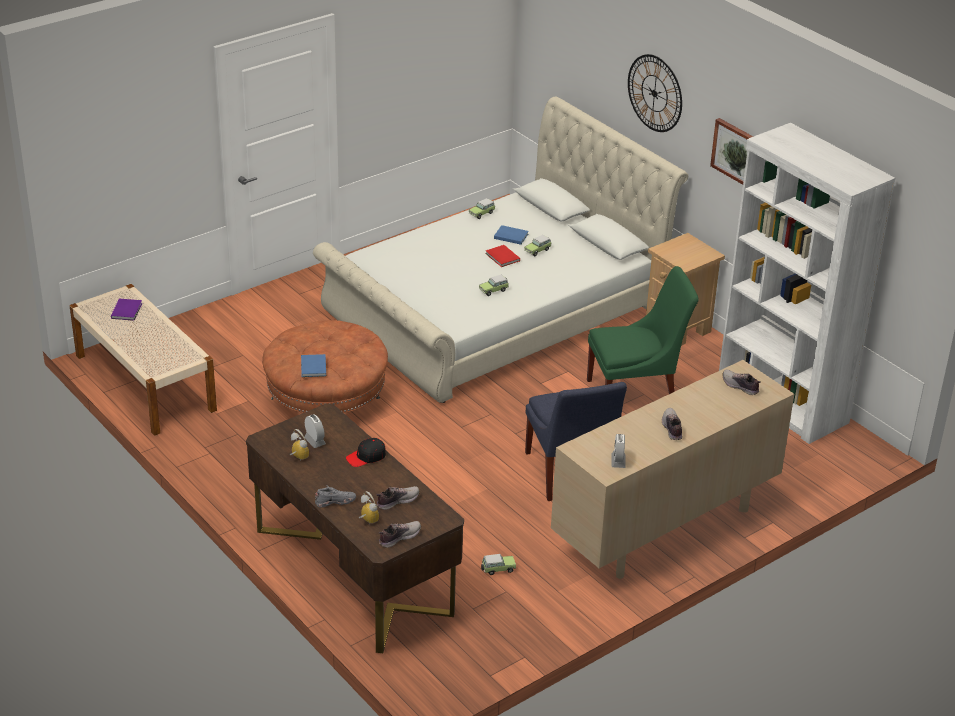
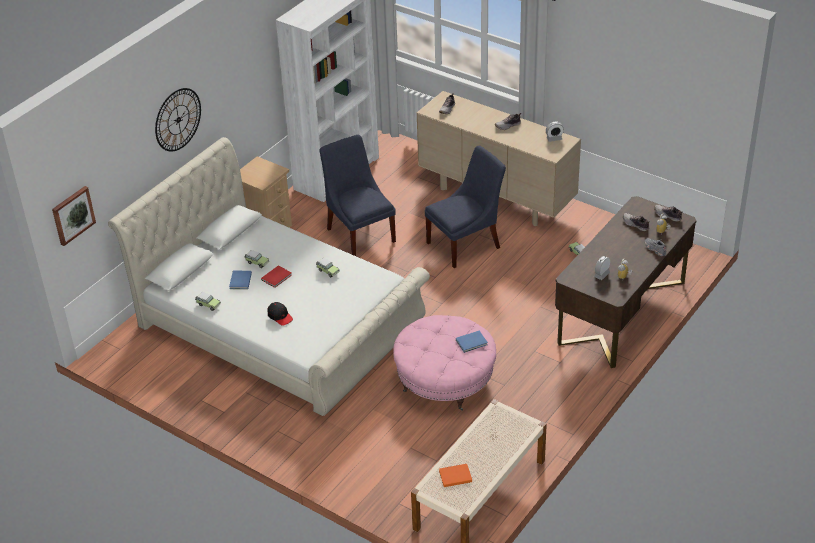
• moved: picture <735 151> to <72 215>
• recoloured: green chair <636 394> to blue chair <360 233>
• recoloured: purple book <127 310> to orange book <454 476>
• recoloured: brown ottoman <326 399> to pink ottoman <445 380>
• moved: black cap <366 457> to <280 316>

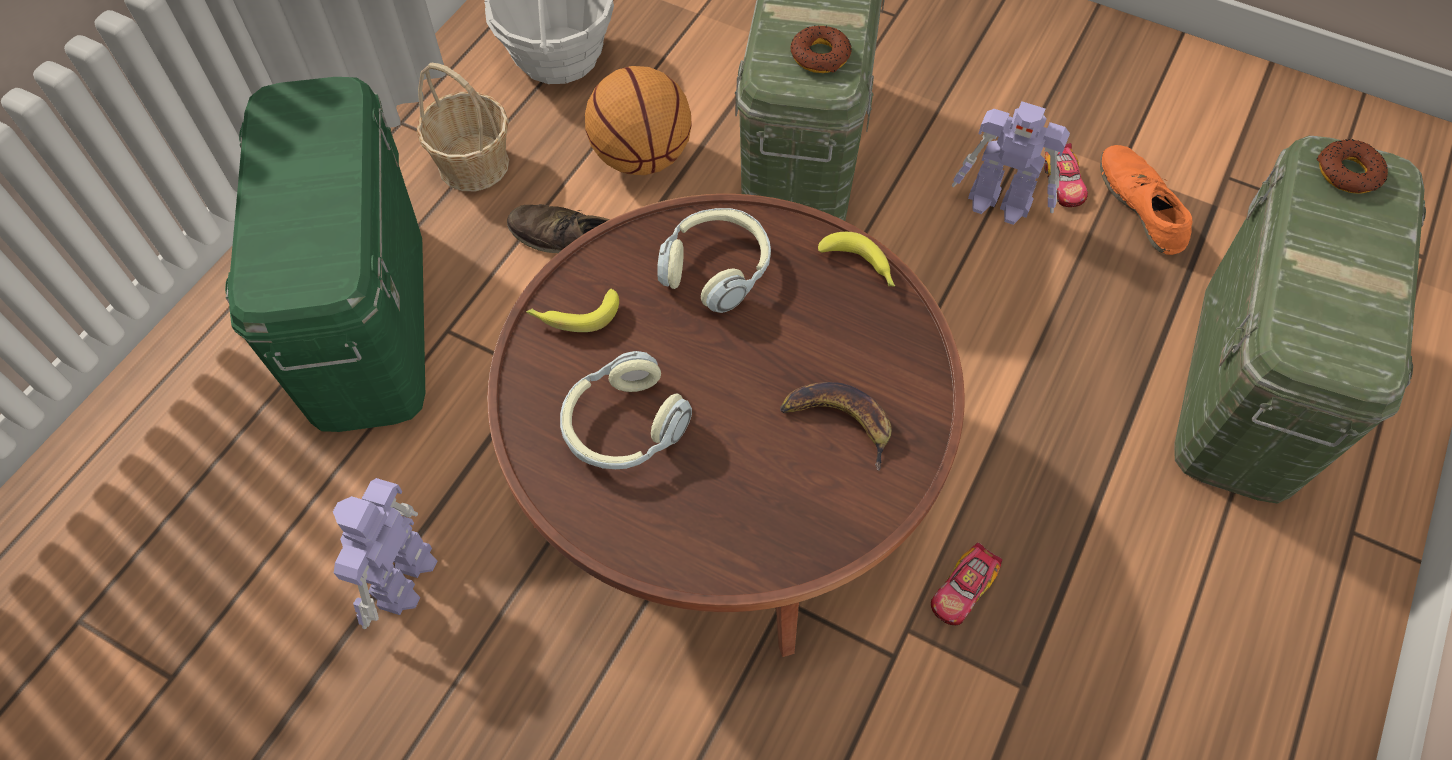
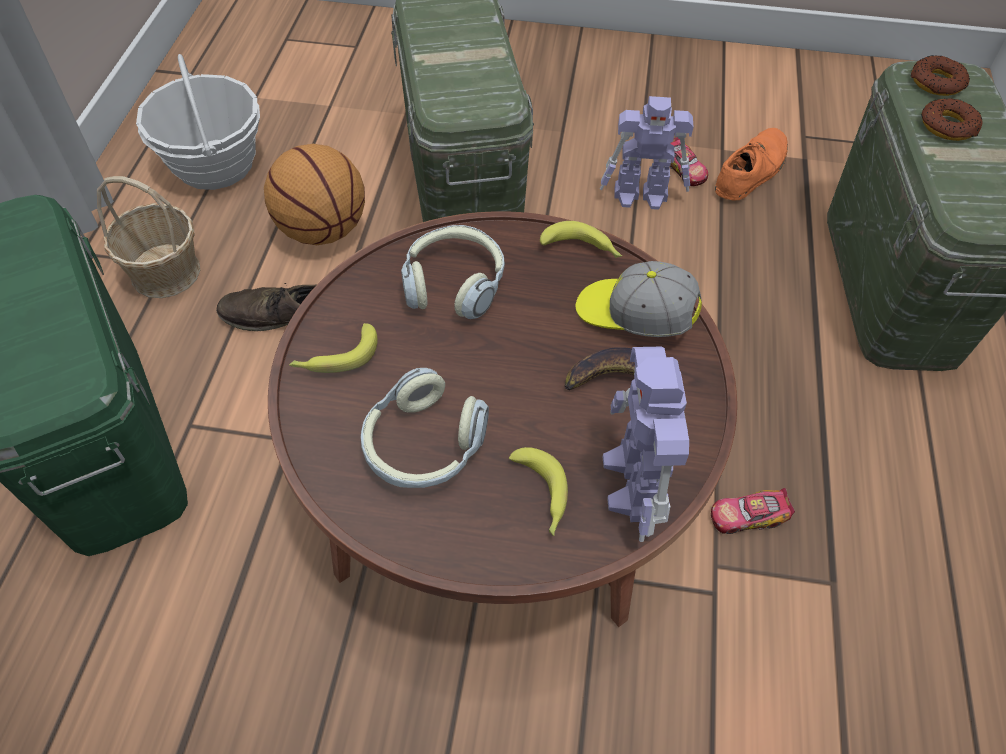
• moved: donut <820 56> to <948 126>
• turned: orange shoe <1141 205> = <750 171> 75 degrees clockwise
• moved: toy robot <402 579> to <635 485>
• turned: toy car <962 590> = <747 516> 60 degrees clockwise
• added: cap <634 316>
• added: banana <541 496>

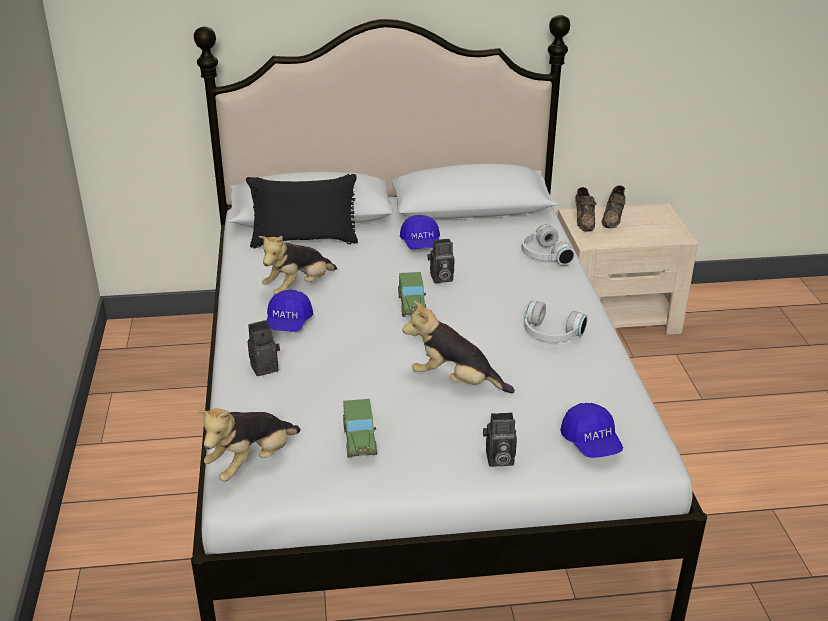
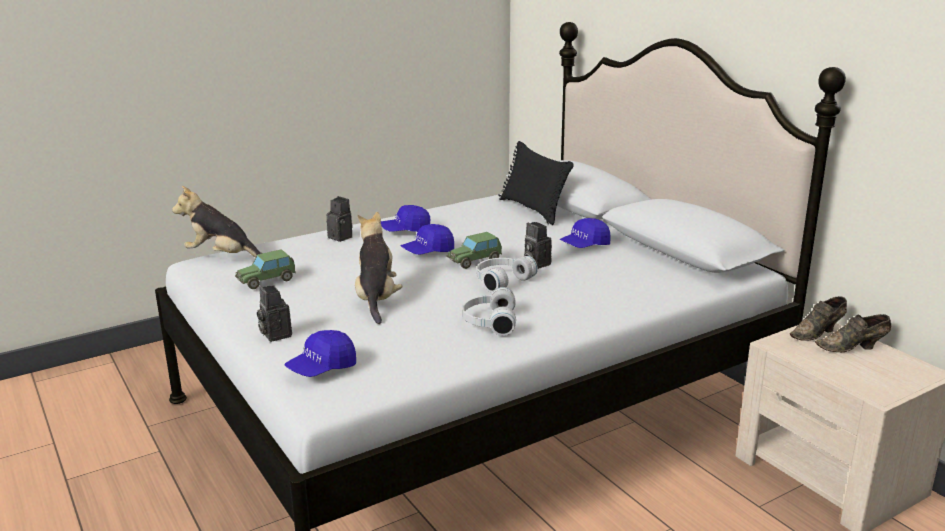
• moved: white headphones <543 255> to <501 281>
• removed: plush toy <298 287>
• added: blue cap <428 252>

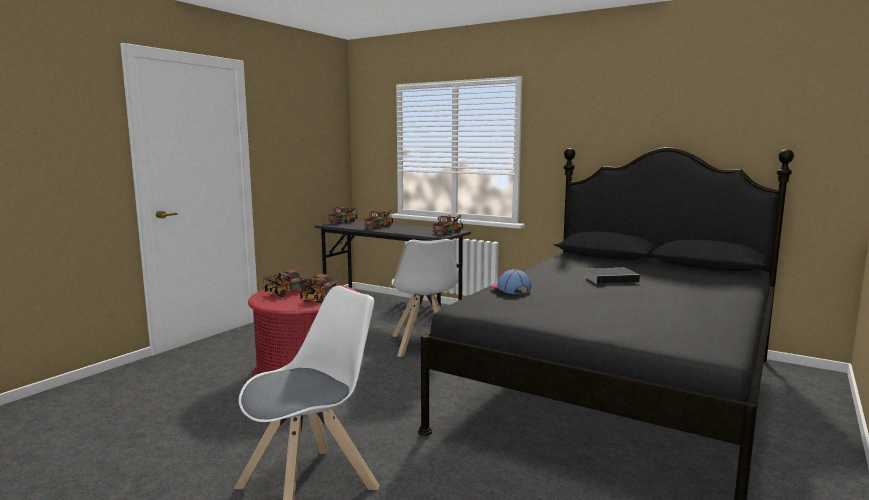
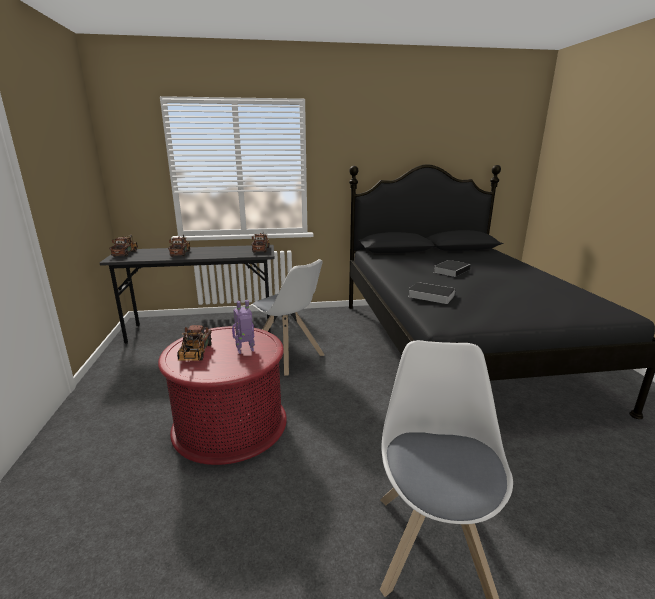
• replaced: cap <510 288> to book <429 295>
• replaced: toy truck <317 299> to toy robot <245 350>

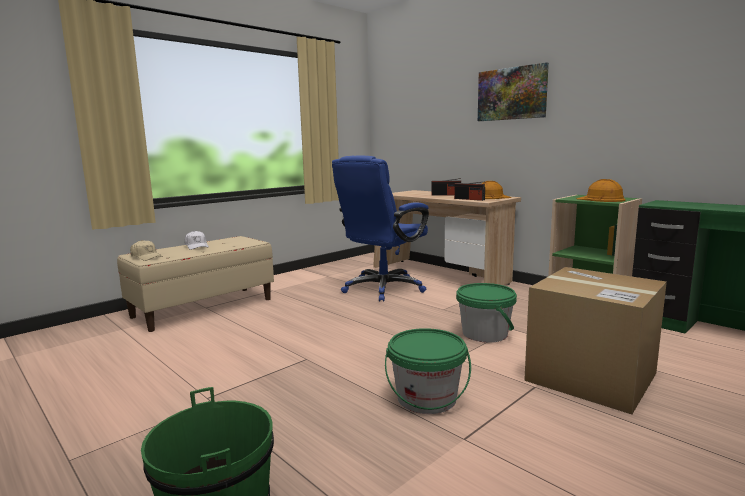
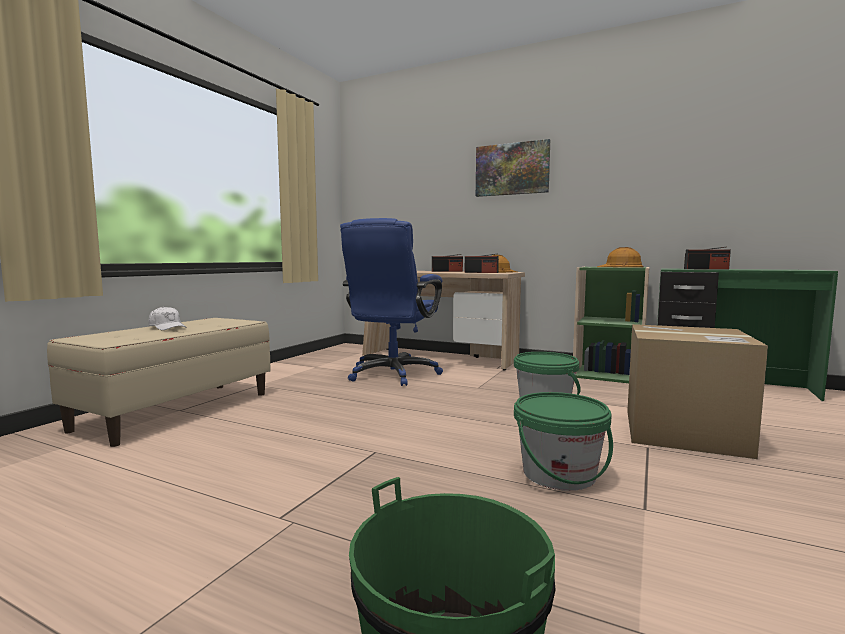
• removed: beige cap <146 257>
• added: radio <706 269>

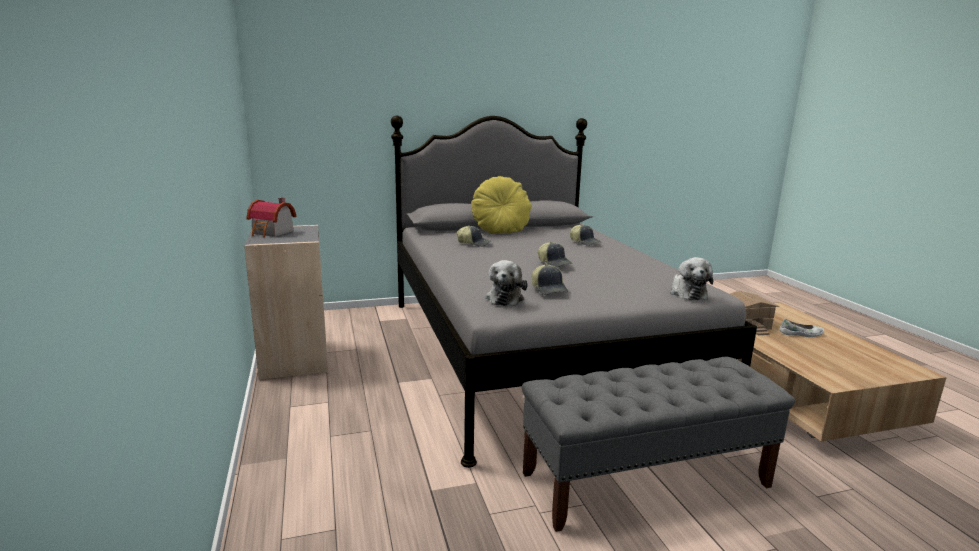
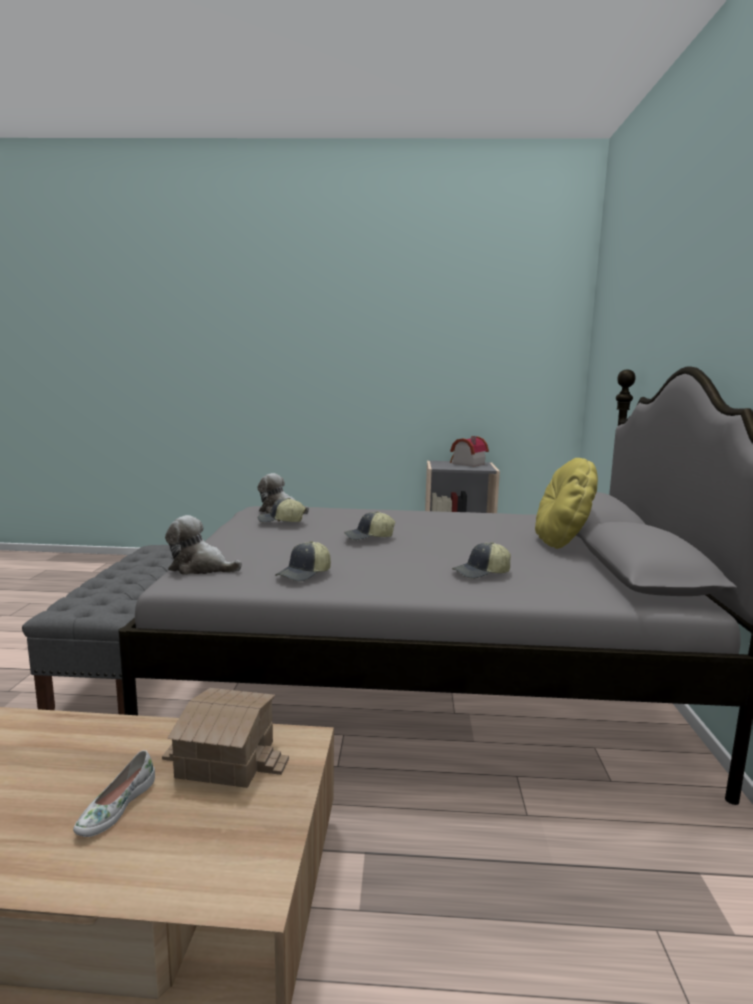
• moved: cap <474 243> to <305 574>

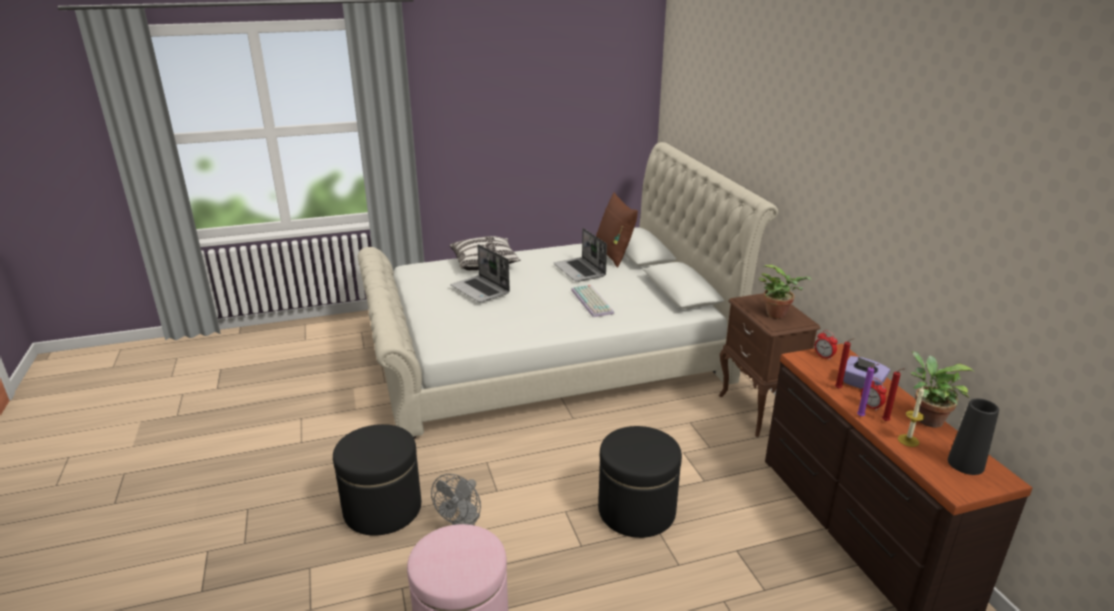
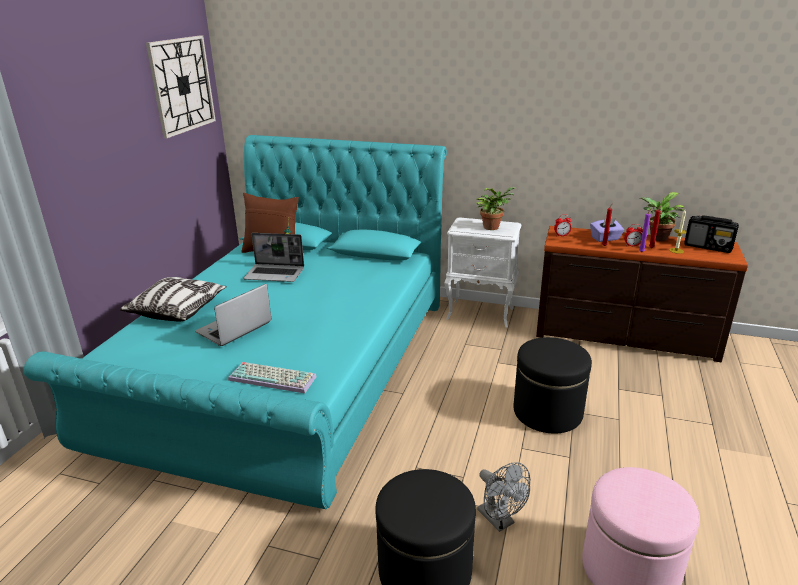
• recoloured: beige bed <548 350> to turquoise bed <287 364>
• turned: laptop <481 290> = <234 329> 135 degrees clockwise
• moved: keyboard <593 302> to <274 377>
• recoloured: brown nightstand <758 411> to white nightstand <480 313>
• replaced: black vase <965 464> to radio <708 247>
• added: wall clock <182 85>

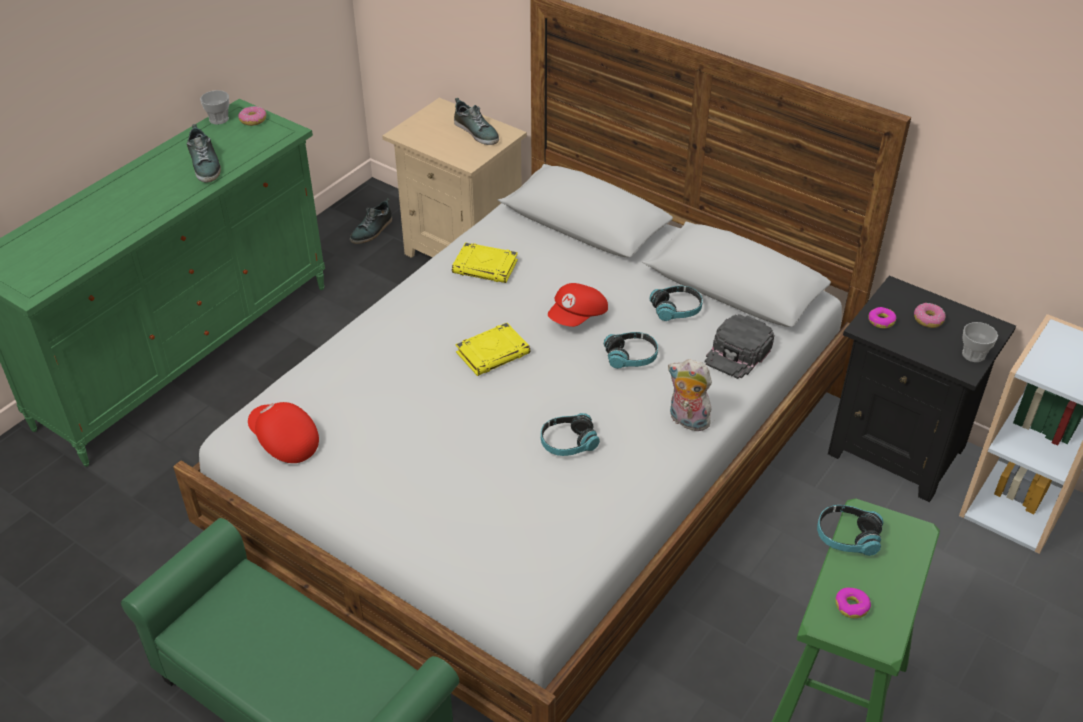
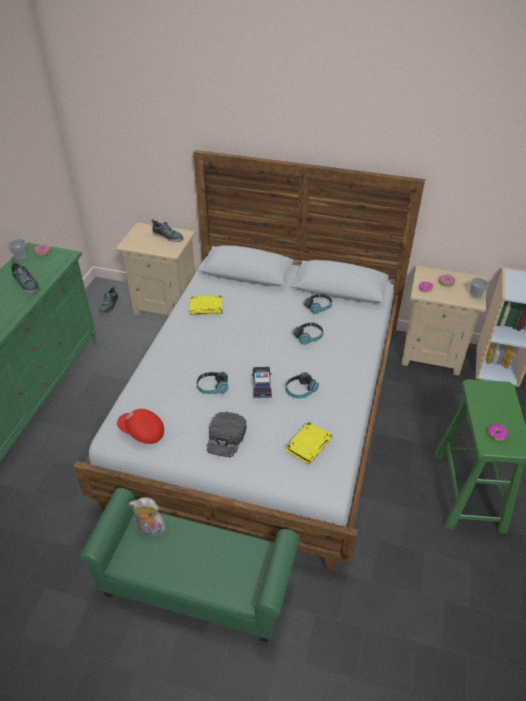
• recoloured: black nightstand <896 453> to beige nightstand <432 355>
• removed: red cap <578 317>
• moved: black cap <738 352> to <226 437>
• moved: yellow book <493 353> to <308 444>
• moved: plush toy <686 421> to <150 529>
• moved: headphones <847 537> to <212 387>
• added: toy car <261 385>

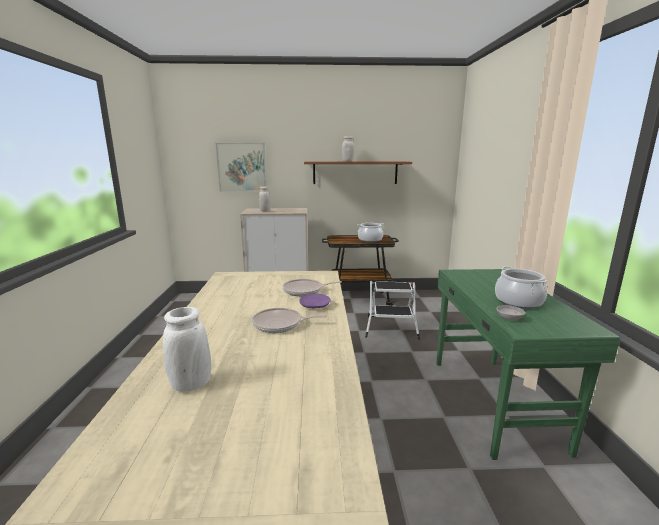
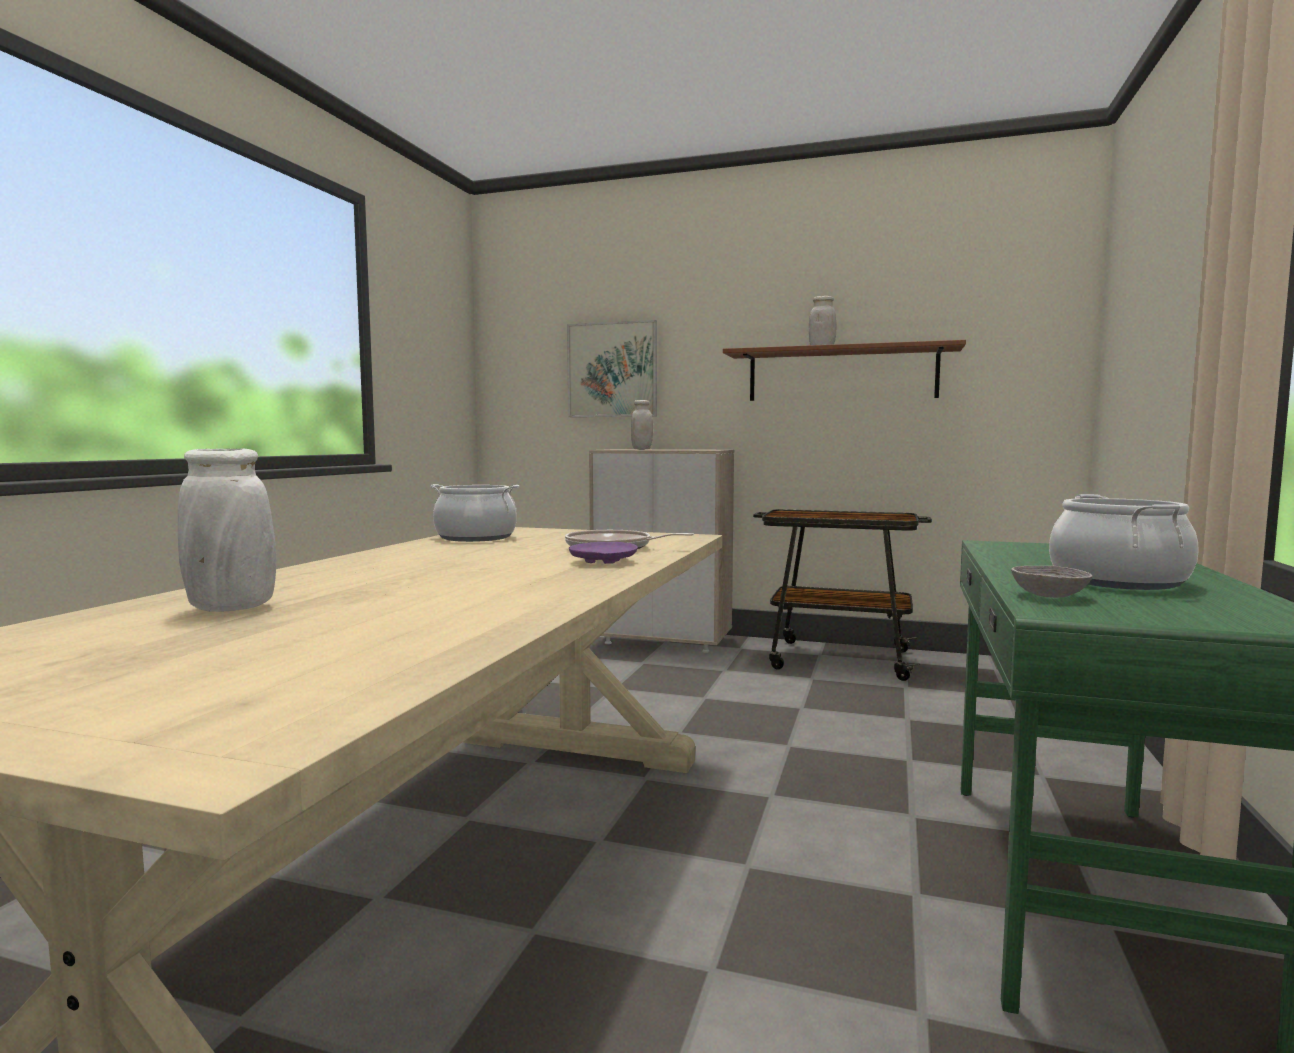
• moved: cooking pot <370 240> to <476 537>
• removed: step ladder <390 327>
• removed: frying pan <280 324>

